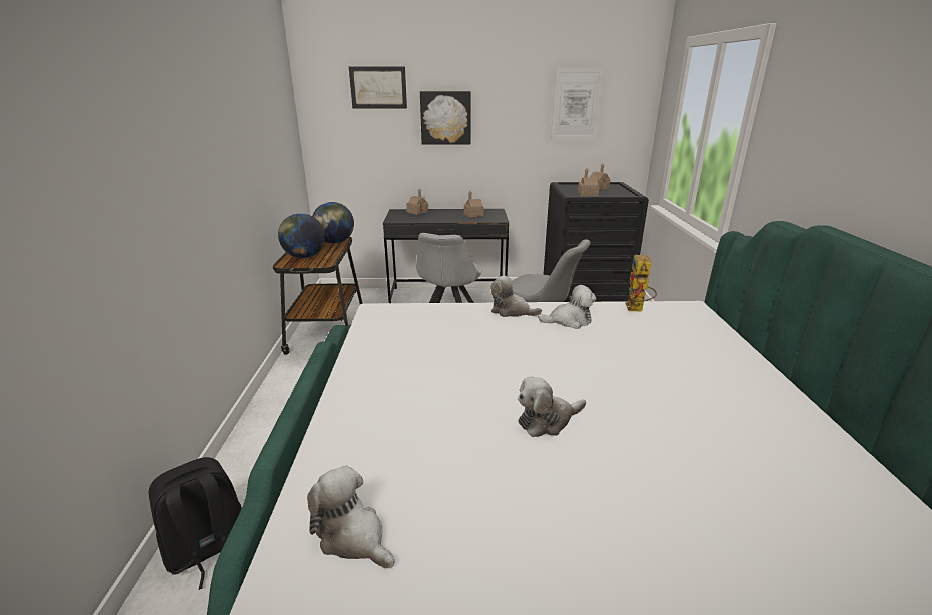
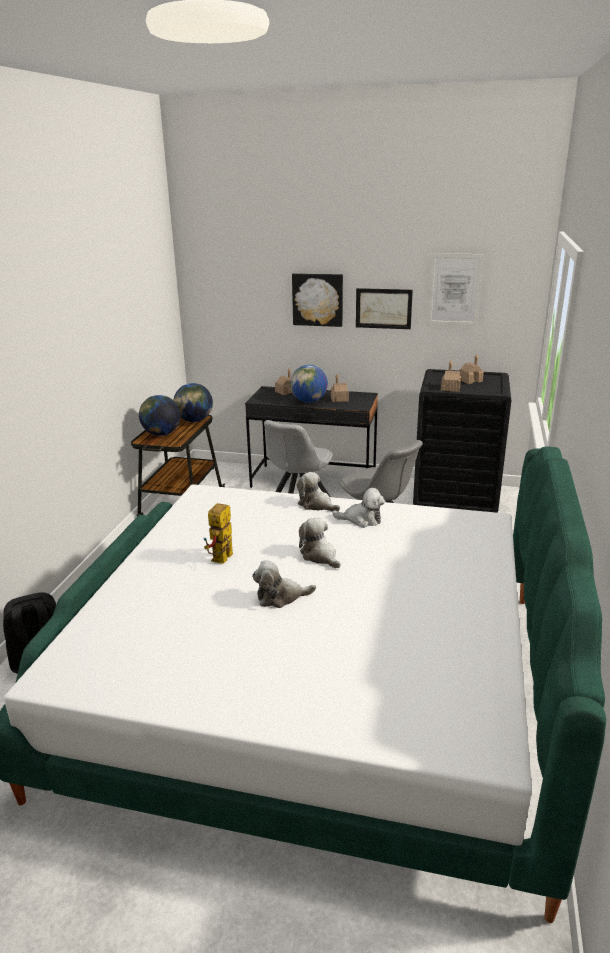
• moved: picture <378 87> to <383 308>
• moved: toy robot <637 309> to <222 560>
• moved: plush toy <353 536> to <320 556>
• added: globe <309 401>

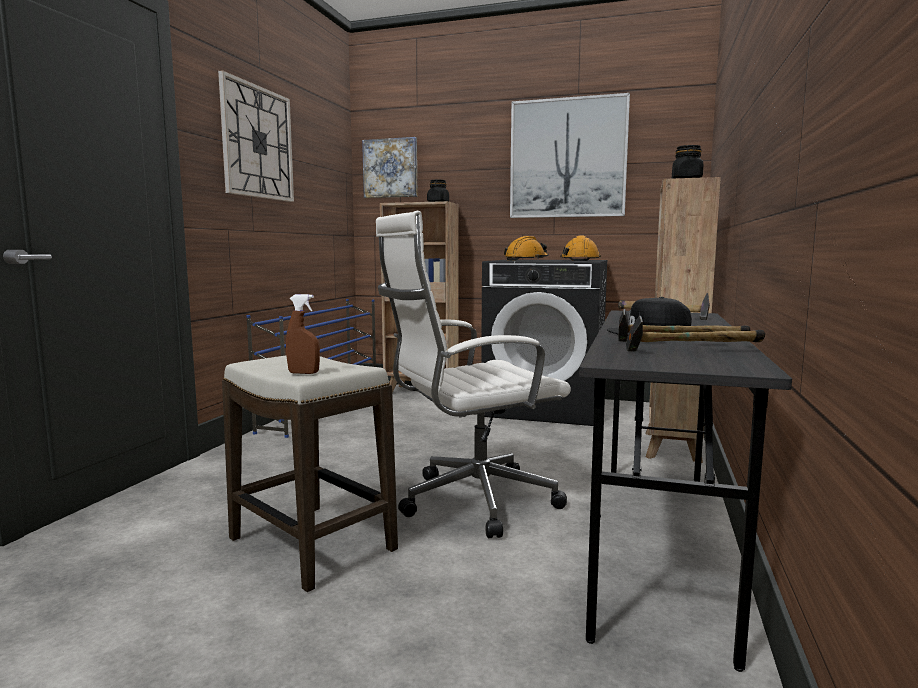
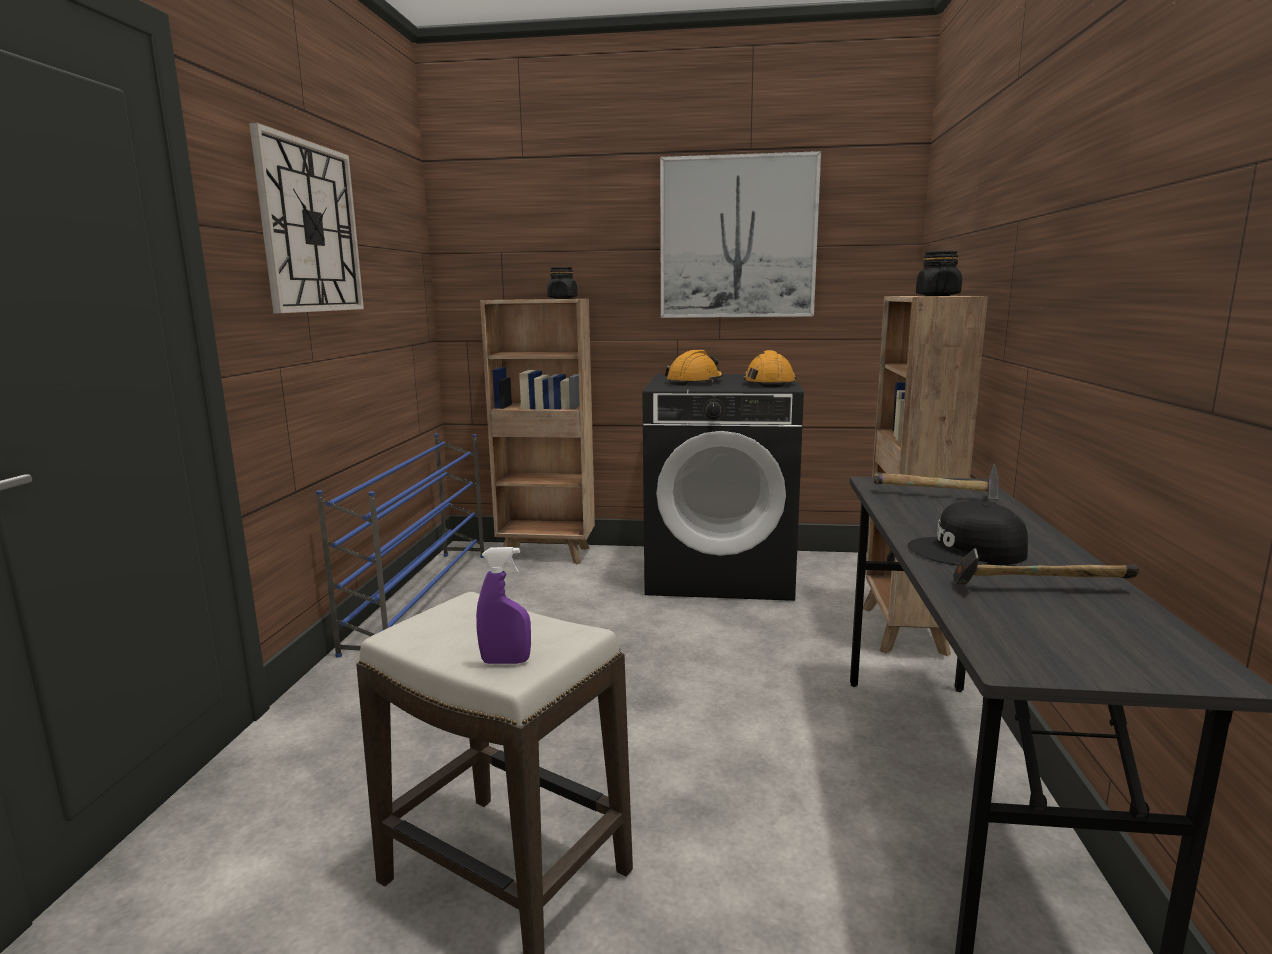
• removed: picture <390 168>
• removed: white office chair <471 502>
• recoloured: brown spray bottle <303 373> to purple spray bottle <505 661>
• removed: hammer <690 352>

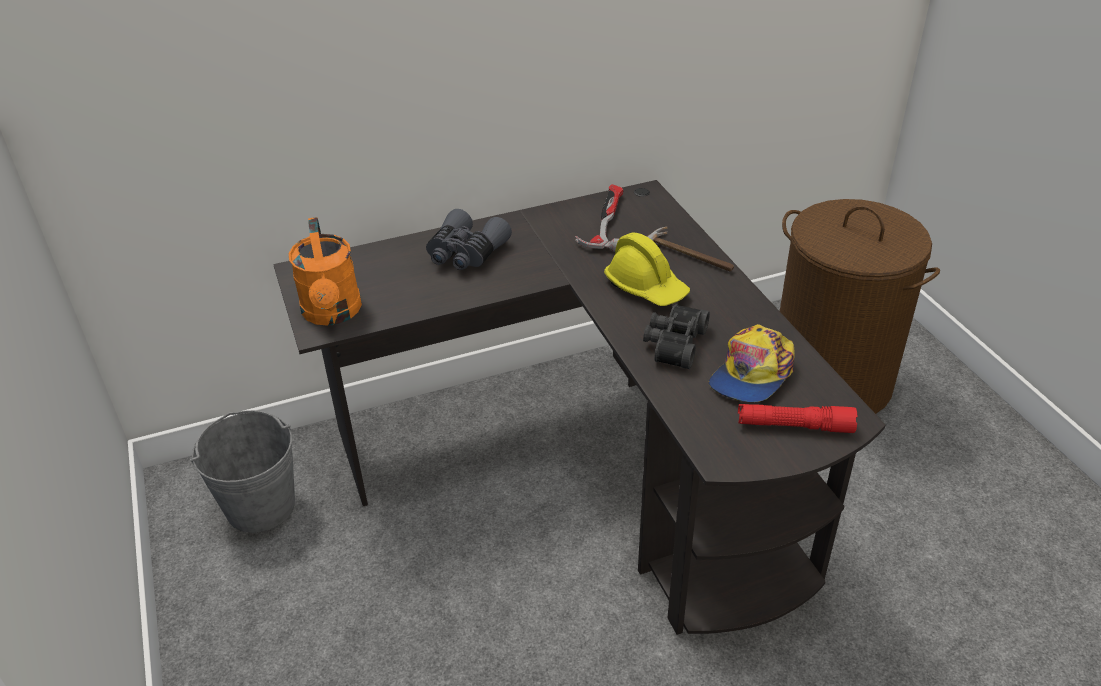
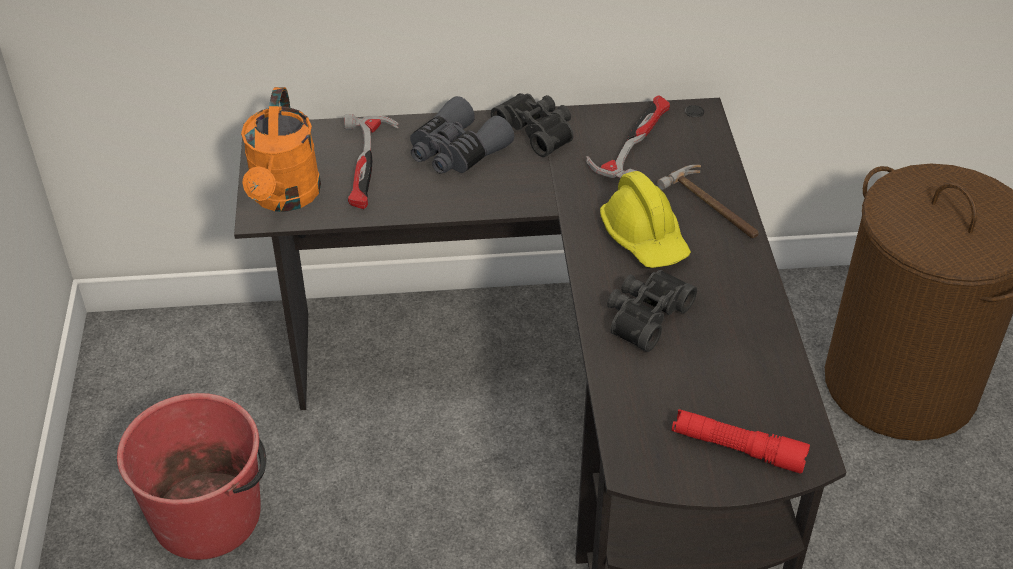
• removed: cap <752 374>
• removed: grey bucket <260 506>
• added: black binoculars <537 131>
• added: hammer <368 165>
• added: red bucket <208 514>

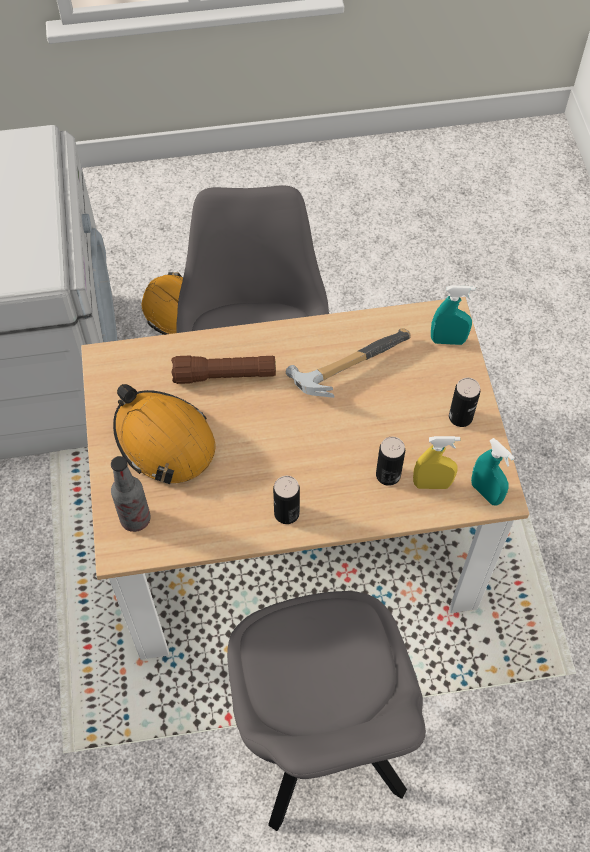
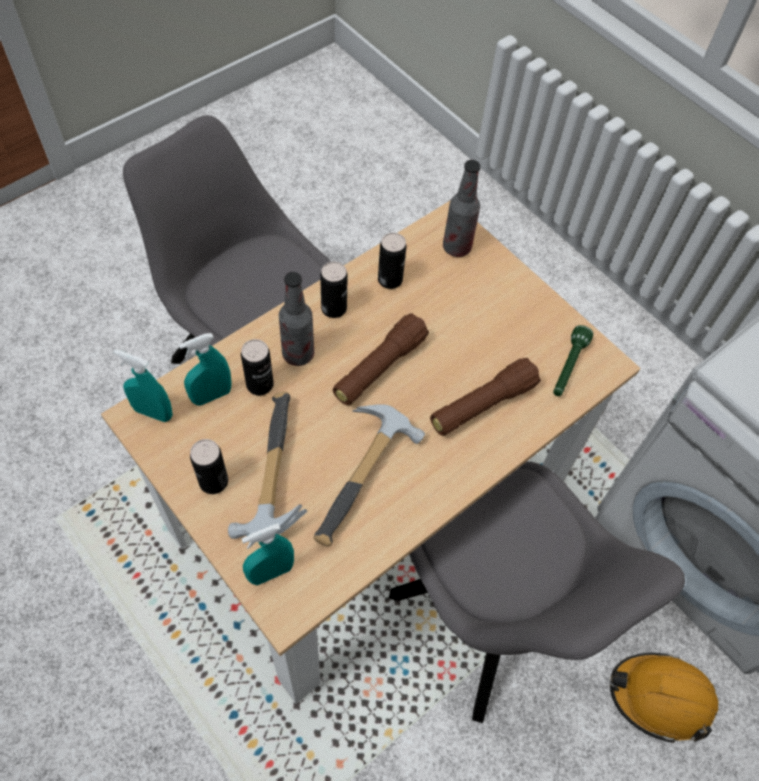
• removed: orange hard hat <164 441>
• recoloured: yellow spray bottle <432 484> to turquoise spray bottle <211 396>
• added: can <390 279>
• added: bottle <298 354>
• added: brown flashlight <379 368>
• added: green flashlight <568 367>
• added: hammer <267 475>

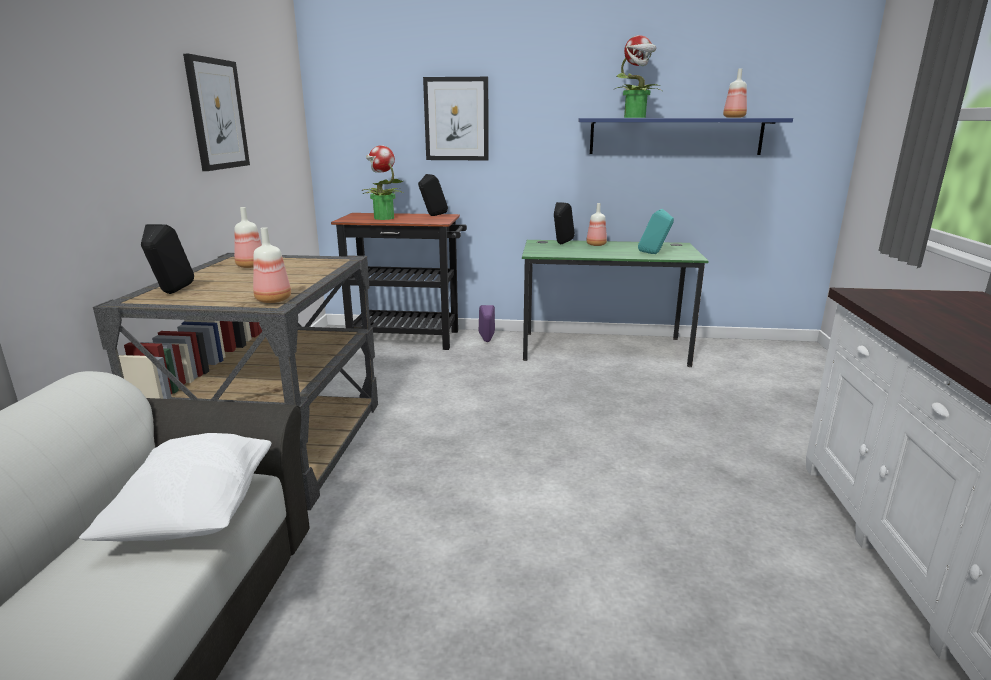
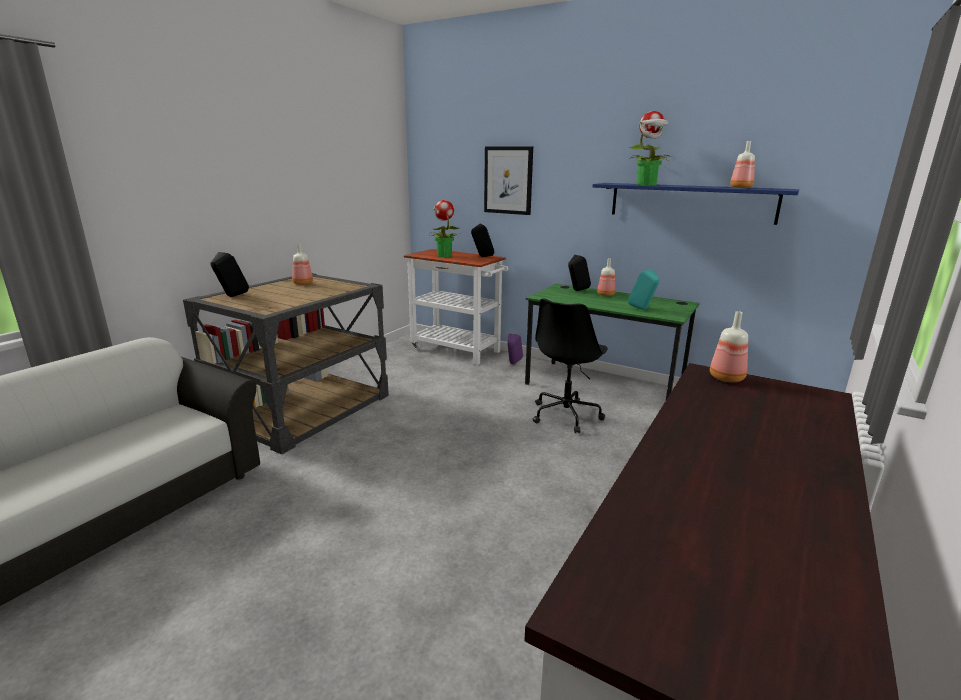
• removed: picture <217 114>
• recoloured: black cart <407 338> to white cart <457 351>
• moved: bottle <274 300> to <727 378>
• removed: white pillow <194 515>
• added: black office chair <565 416>

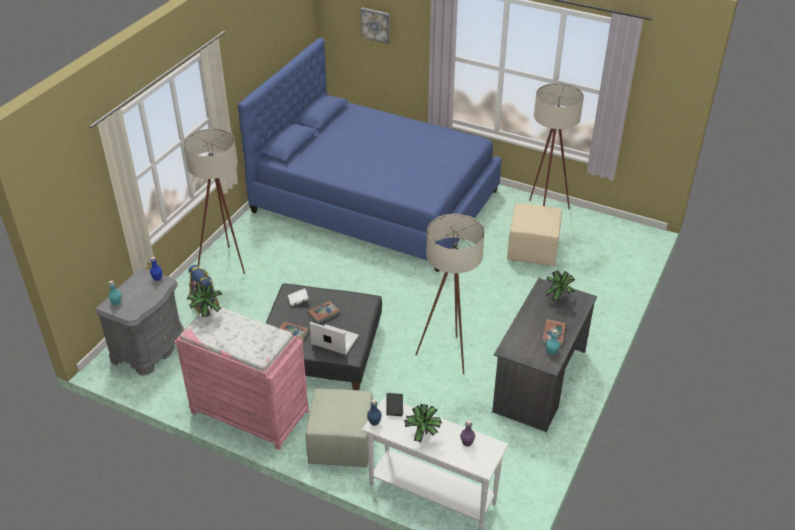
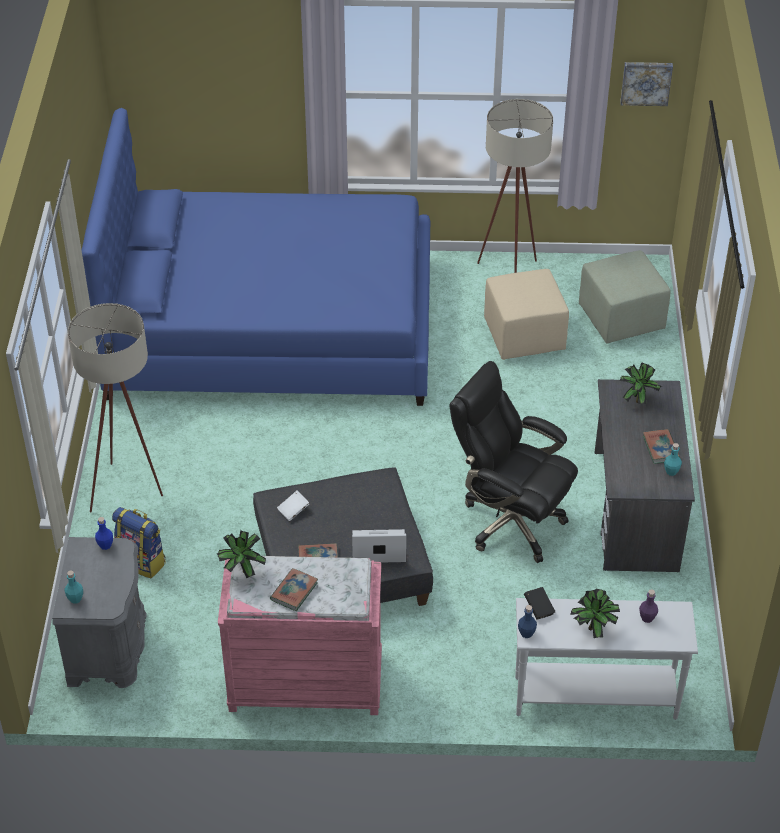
• moved: picture <376 25> to <646 82>
• replaced: beige floor lamp <448 359> to black office chair <510 521>
• moved: book <323 313> to <294 591>
• moved: green ottoman <341 445> to <622 319>

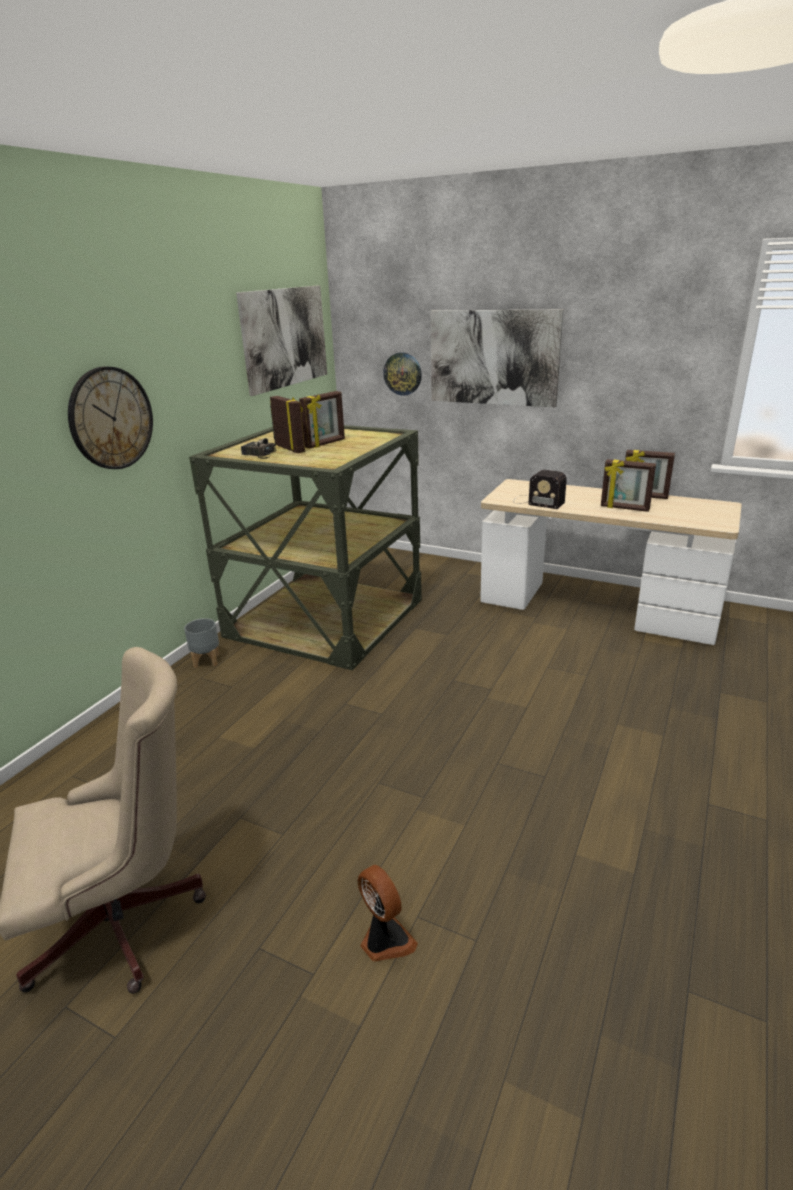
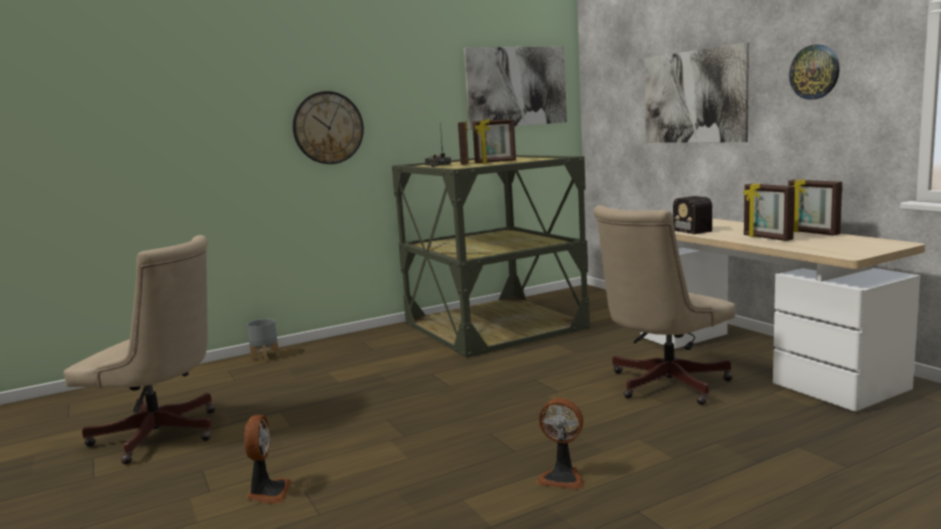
• moved: wall clock <402 373> to <814 72>
• moved: grey planter <206 660> to <265 357>
• added: beige office chair <662 385>
• added: fan <563 477>

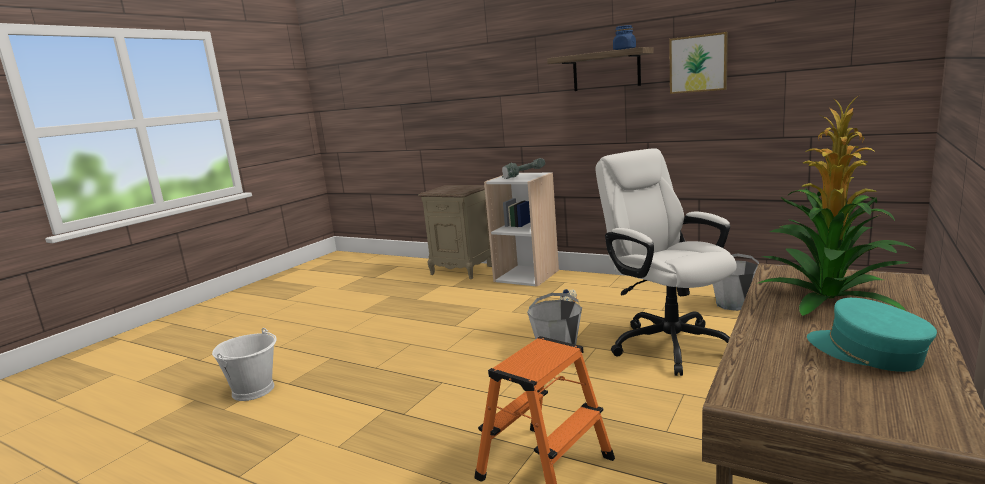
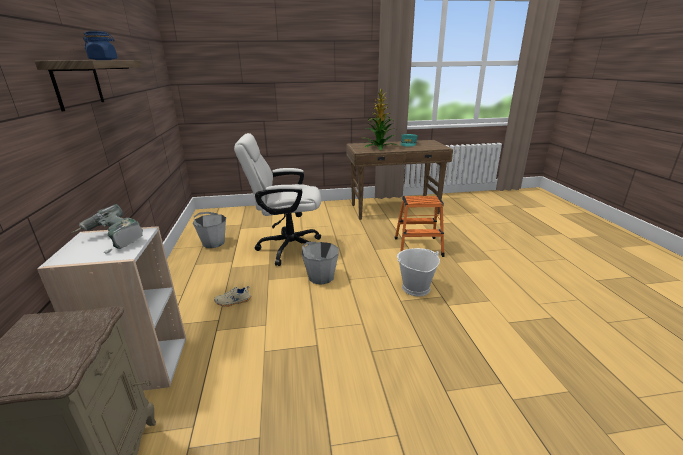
• removed: picture <698 63>
• turned: white office chair <666 344> = <287 249> 60 degrees clockwise
• moved: white bucket <254 390> to <415 288>

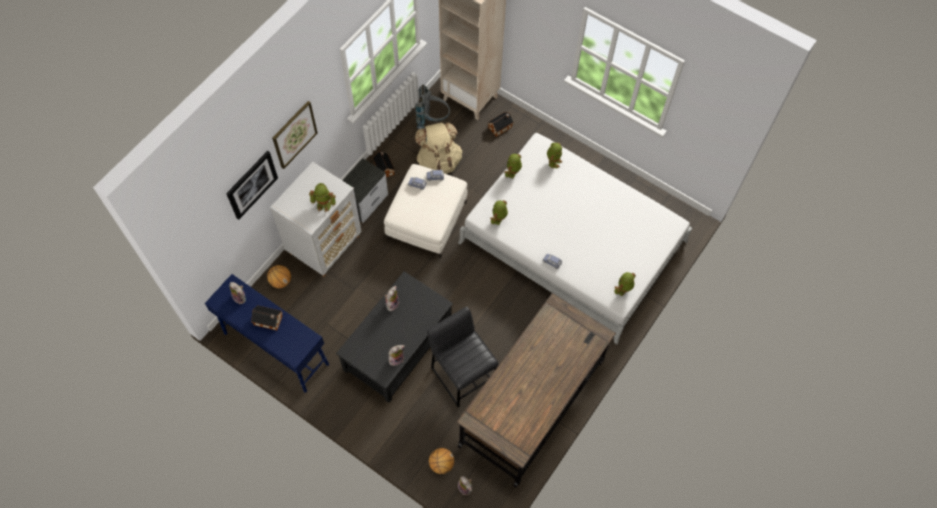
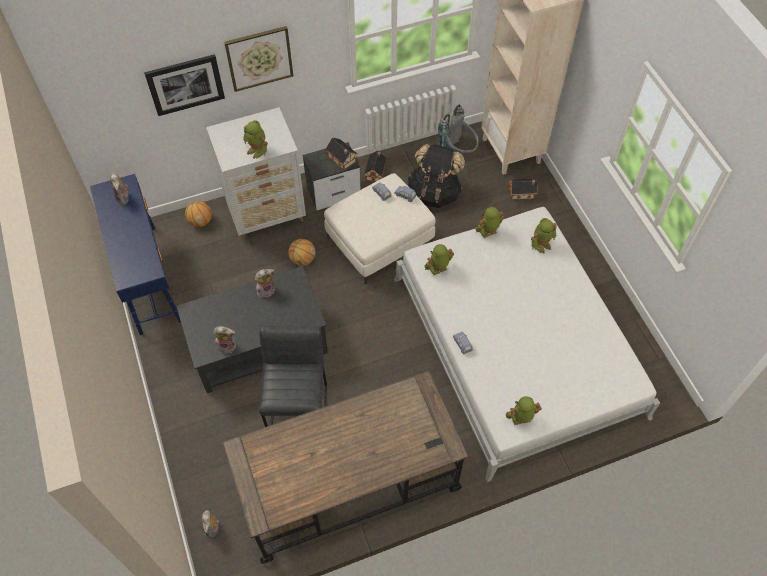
• recoloured: beige backpack <439 161> to black backpack <434 193>
• moved: toy house <269 321> to <342 159>
• moved: basketball <441 464> to <302 259>

